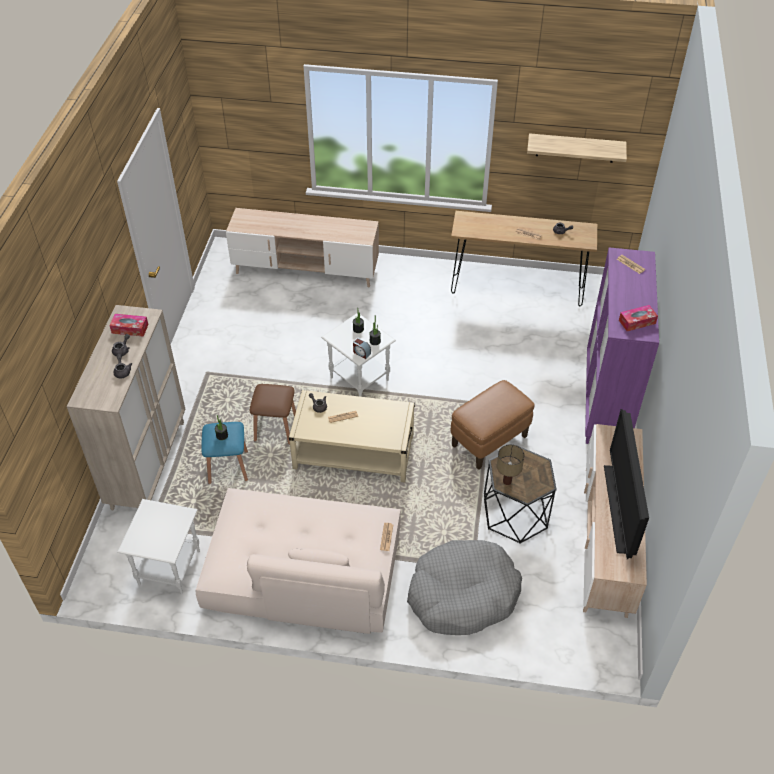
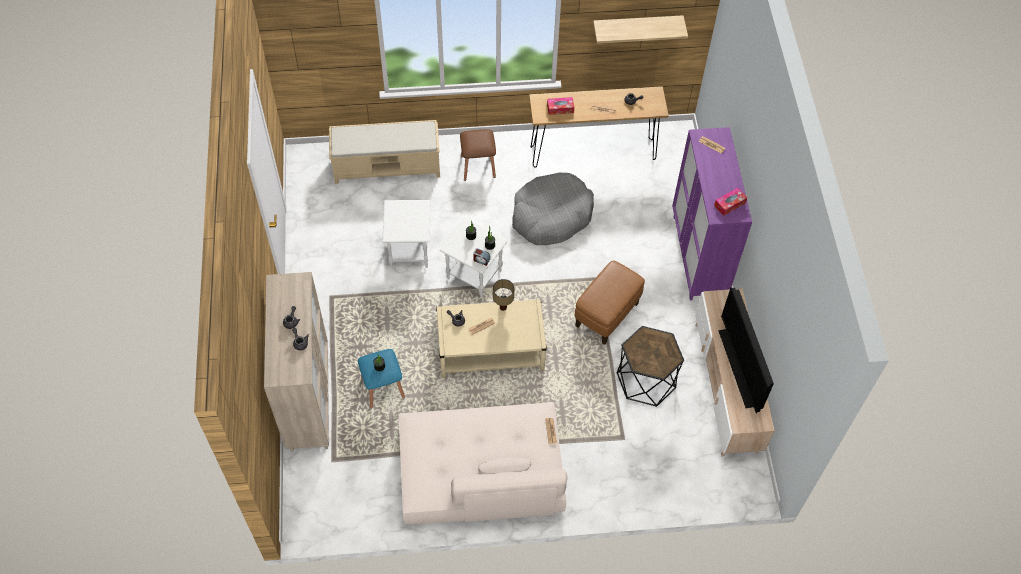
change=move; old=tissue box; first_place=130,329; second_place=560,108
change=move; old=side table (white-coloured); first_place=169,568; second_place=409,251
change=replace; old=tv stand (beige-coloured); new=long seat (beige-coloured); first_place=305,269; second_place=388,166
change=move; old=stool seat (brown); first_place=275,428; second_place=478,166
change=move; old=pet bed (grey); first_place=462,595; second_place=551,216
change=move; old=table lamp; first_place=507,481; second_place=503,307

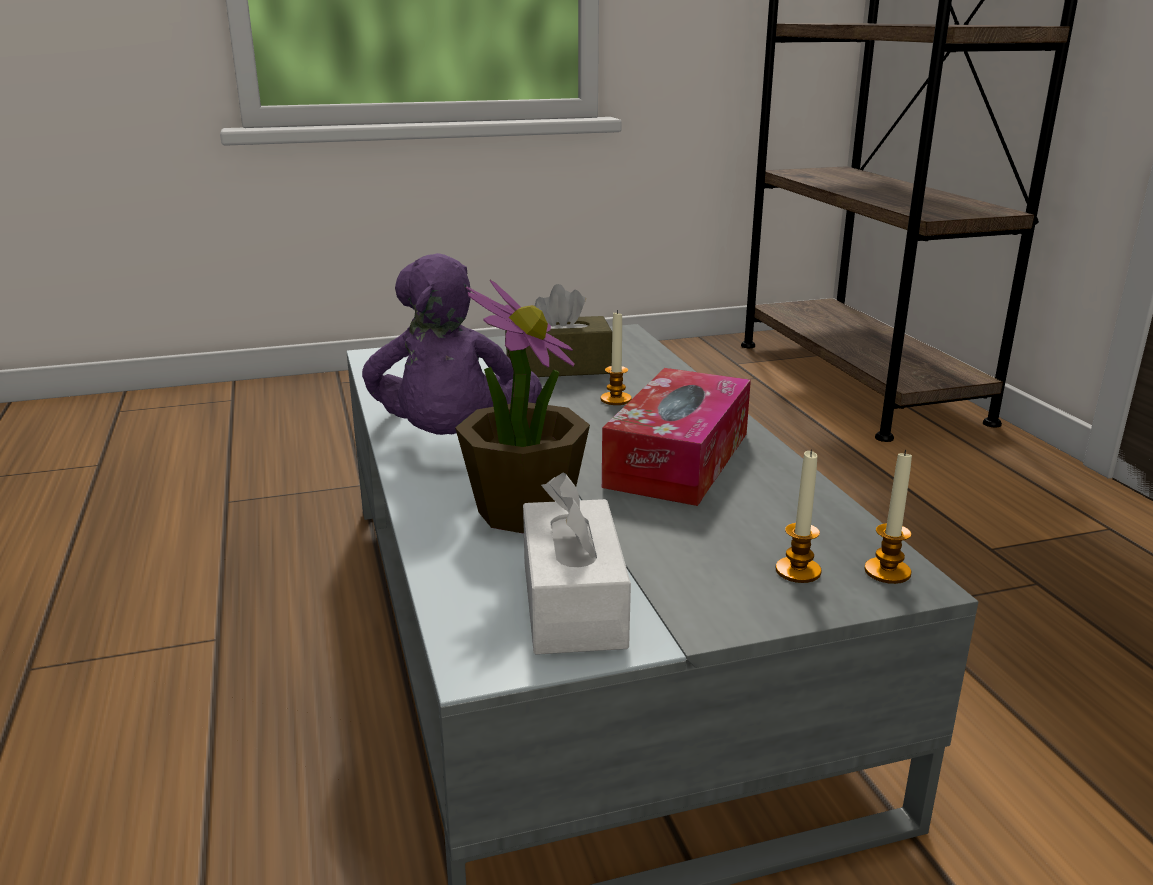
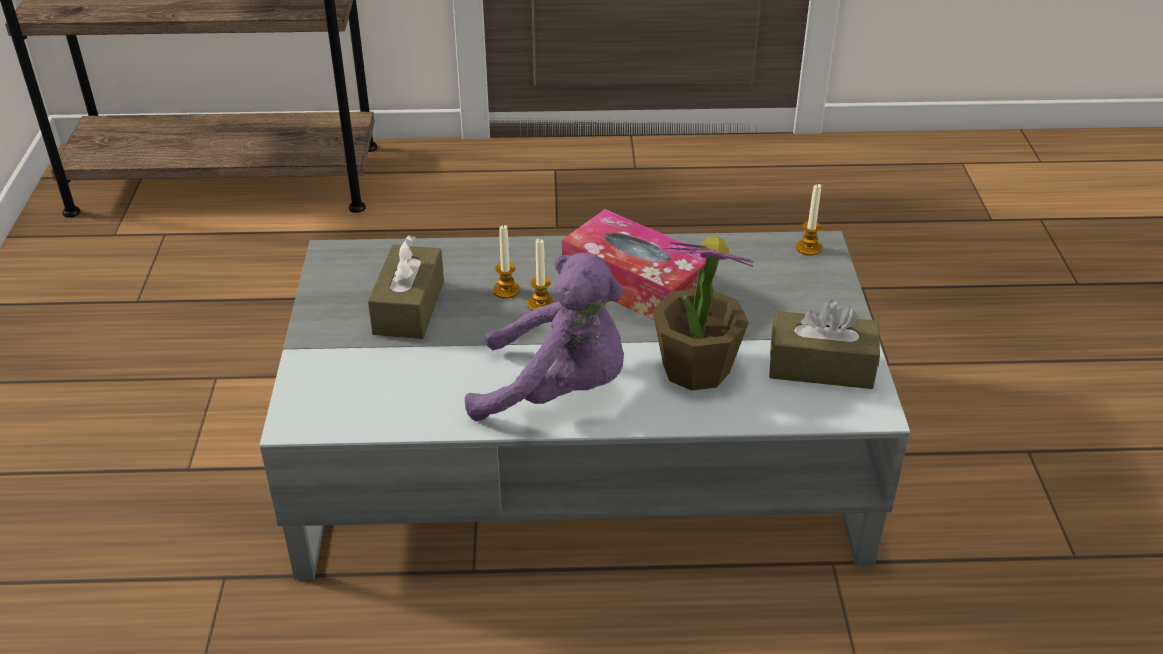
change=recolor; old=tissue box (white-coloured); new=tissue box (brown); first_place=573,603; second_place=821,366
change=move; old=wax light; first_place=798,571; second_place=541,305

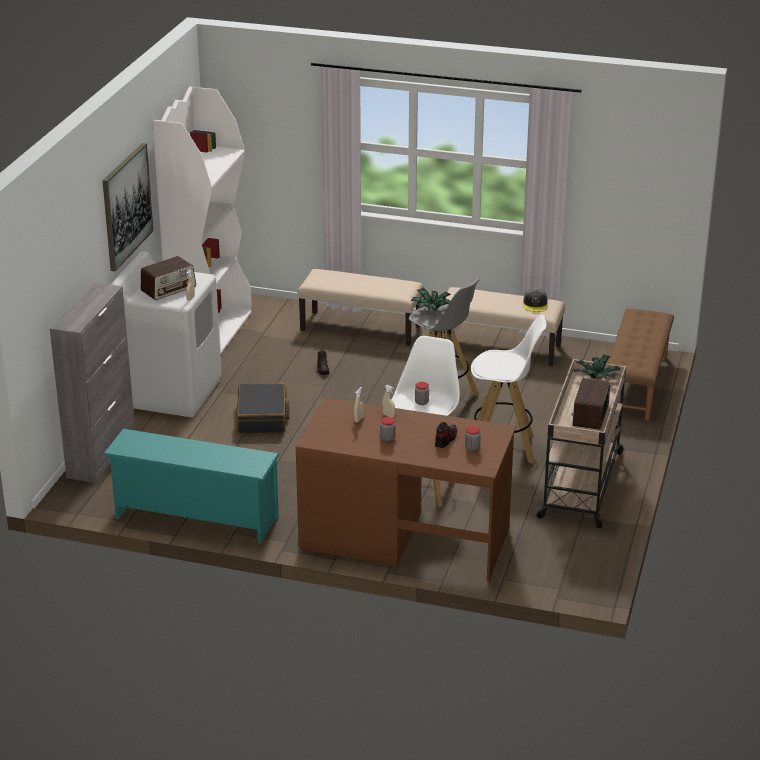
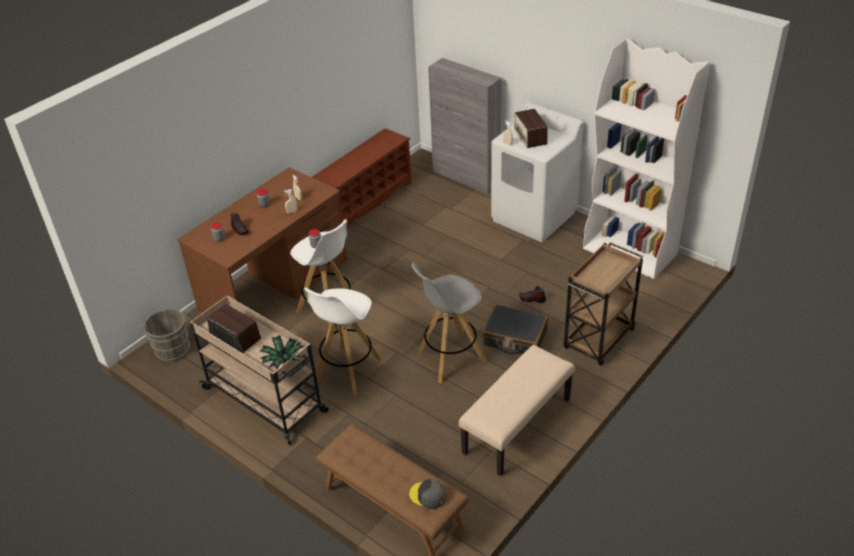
change=delete; old=wall art; first_place=126,206
change=recolor; old=shoe rack (turquoise-coloured); new=shoe rack (brown); first_place=194,518; second_place=365,202
change=move; old=travel case (black-coloured); first_place=262,418; second_place=514,338
change=replace; old=long seat (beige-coloured); new=cart (brown); first_place=361,328; second_place=598,340
change=delete; old=houseplant; first_place=432,310
change=move; old=baseball cap (grey); first_place=535,304; second_place=428,496
change=insert; new=water bucket (grey); second_place=172,348

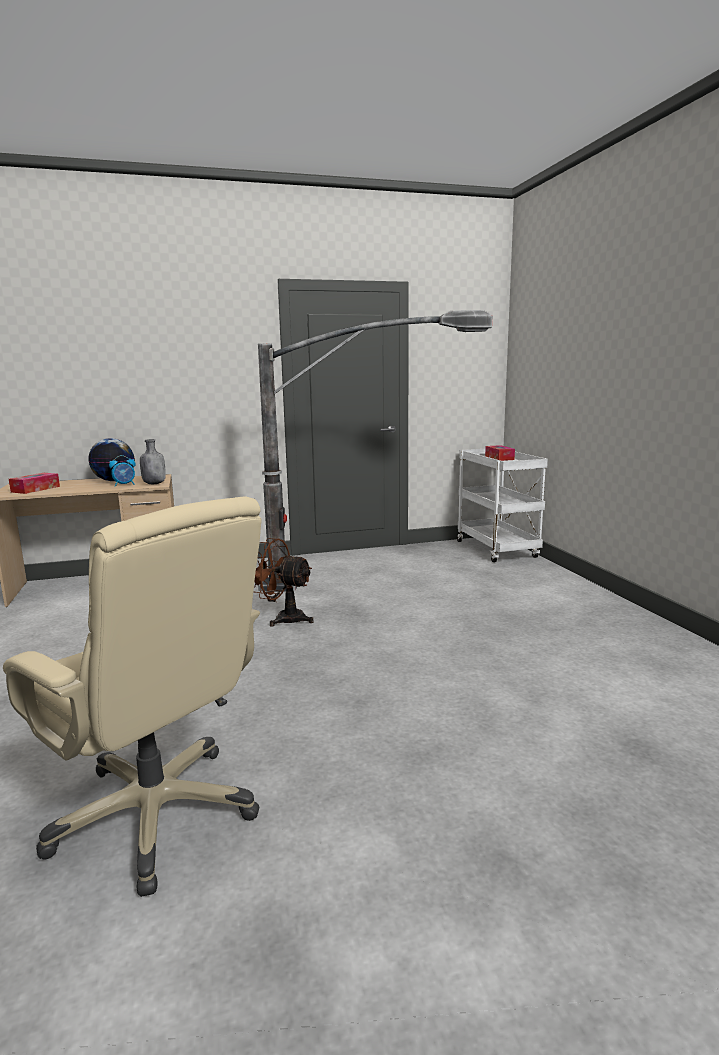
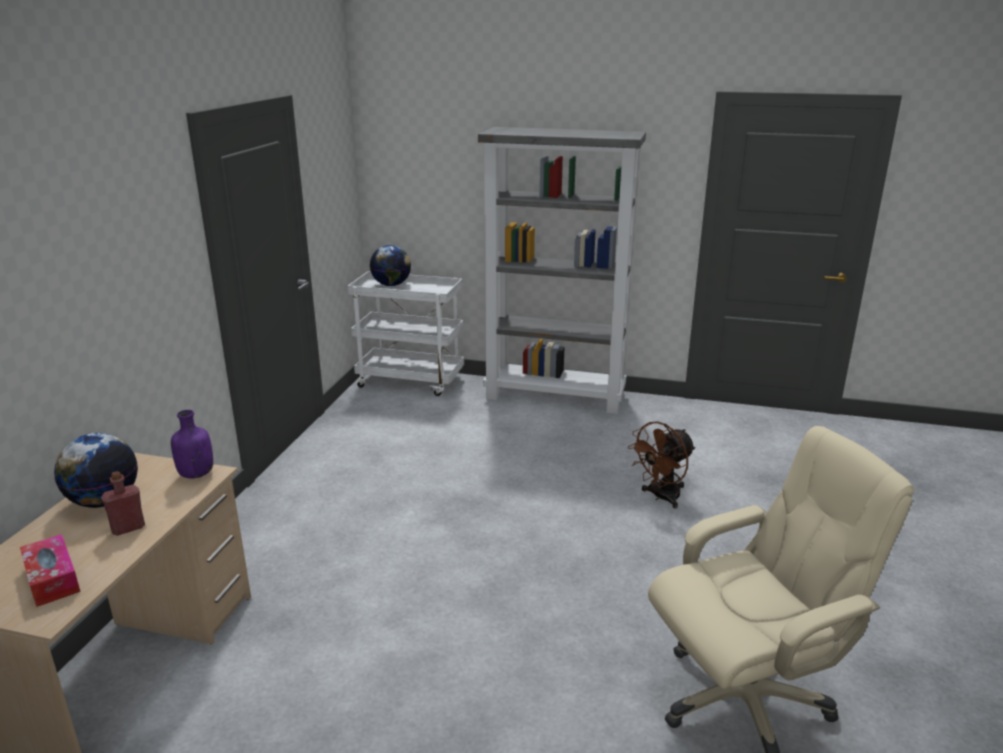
change=delete; old=alarm clock; first_place=124,485
change=recolor; old=bottle (grey); new=bottle (purple-coloured); first_place=154,483; second_place=196,474
change=move; old=electric fan (brown); first_place=283,618; second_place=661,497
change=delete; old=floor lamp; first_place=369,587
change=replace; old=tissue box; new=globe; first_place=499,458; second_place=391,285
change=insert; new=bottle (red); second_place=128,528
change=insert; new=shelving unit (grey); second_place=556,396

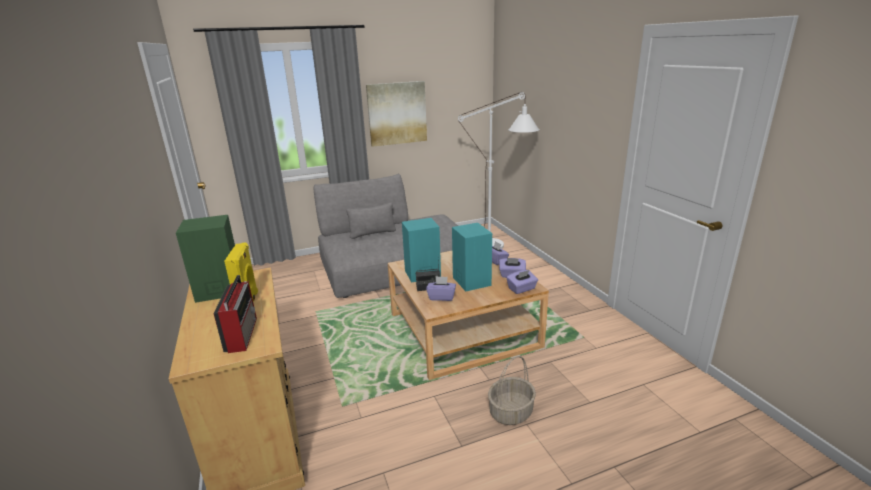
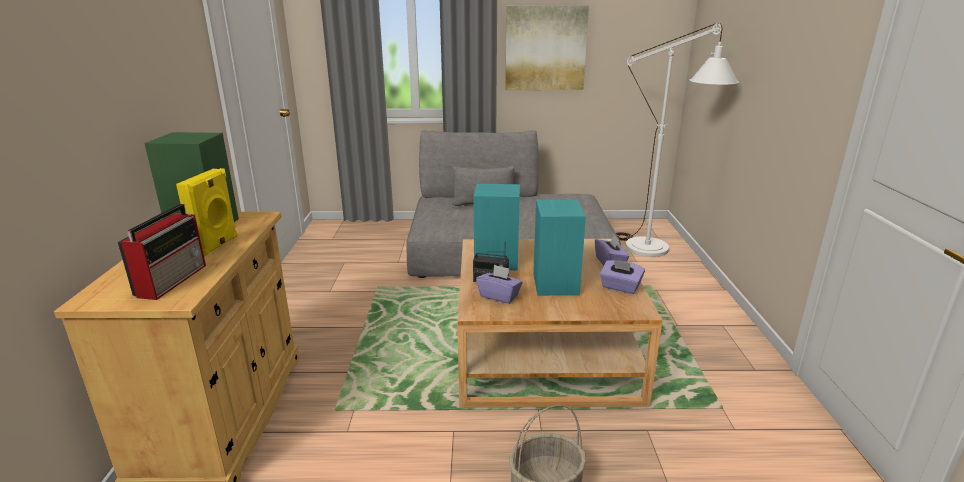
change=delete; old=tissue box (purple-coloured); first_place=522,289

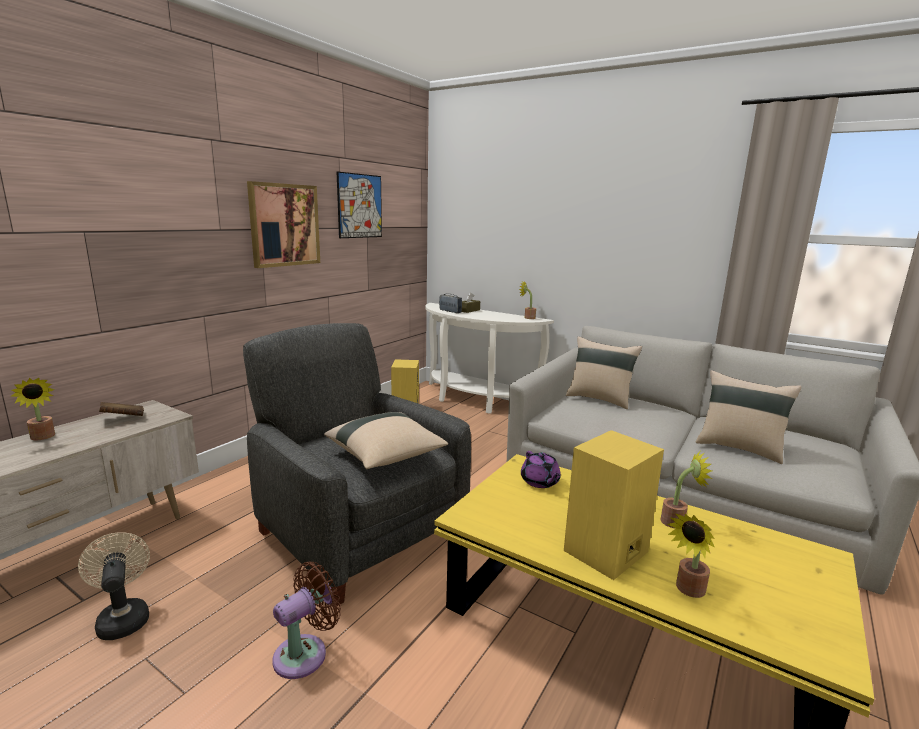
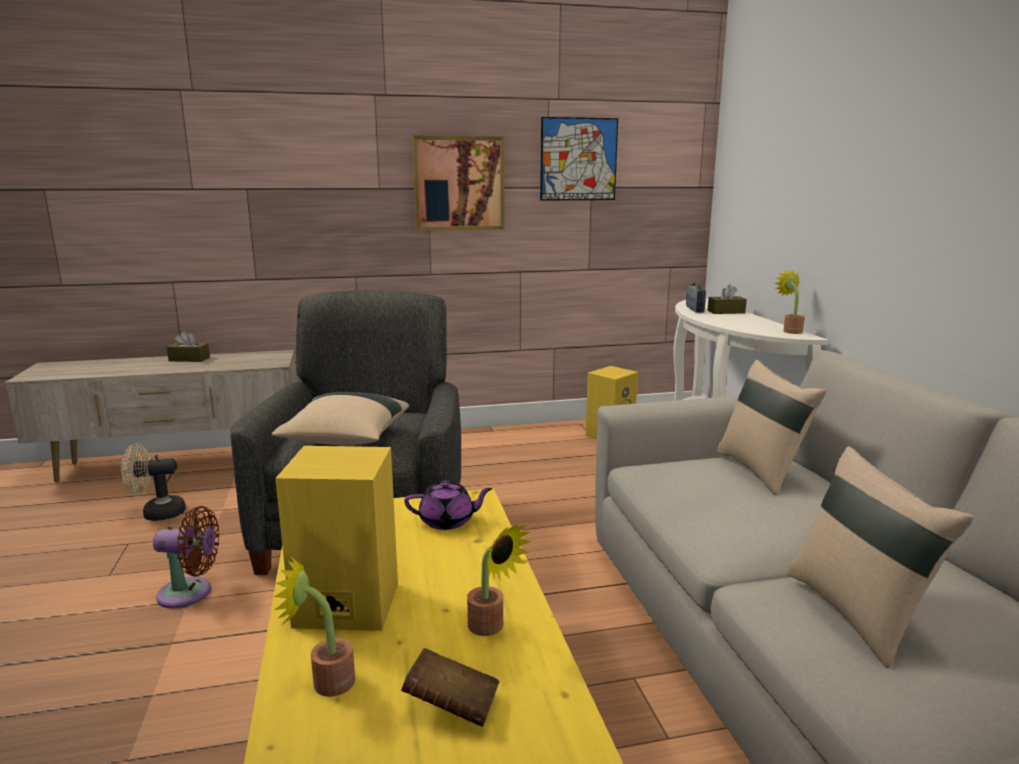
change=replace; old=houseplant; new=tissue box (brown); first_place=43,437; second_place=189,359
change=rotate; old=electric fan (beige-coloured); first_place=123,617; second_place=157,513; degrees=-120
change=move; old=volume (brown); first_place=123,418; second_place=452,706
change=rotate; old=pot for tea (purple-coloured); first_place=540,482; second_place=448,521; degrees=-120

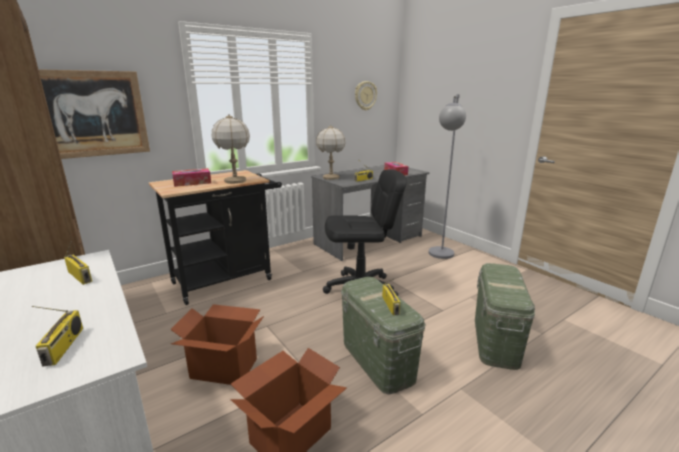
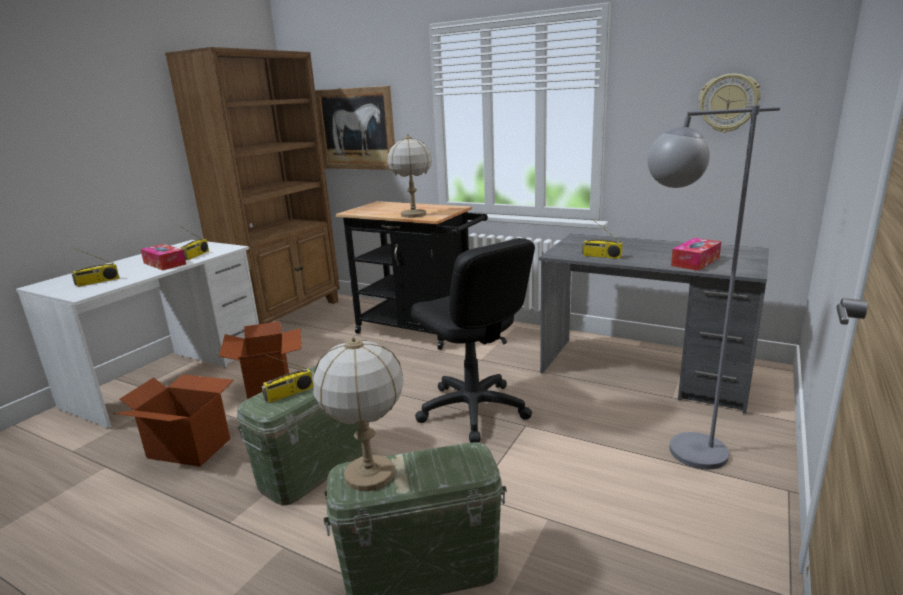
change=move; old=tissue box; first_place=192,183; second_place=164,263
change=move; old=table lamp; first_place=331,177; second_place=369,475

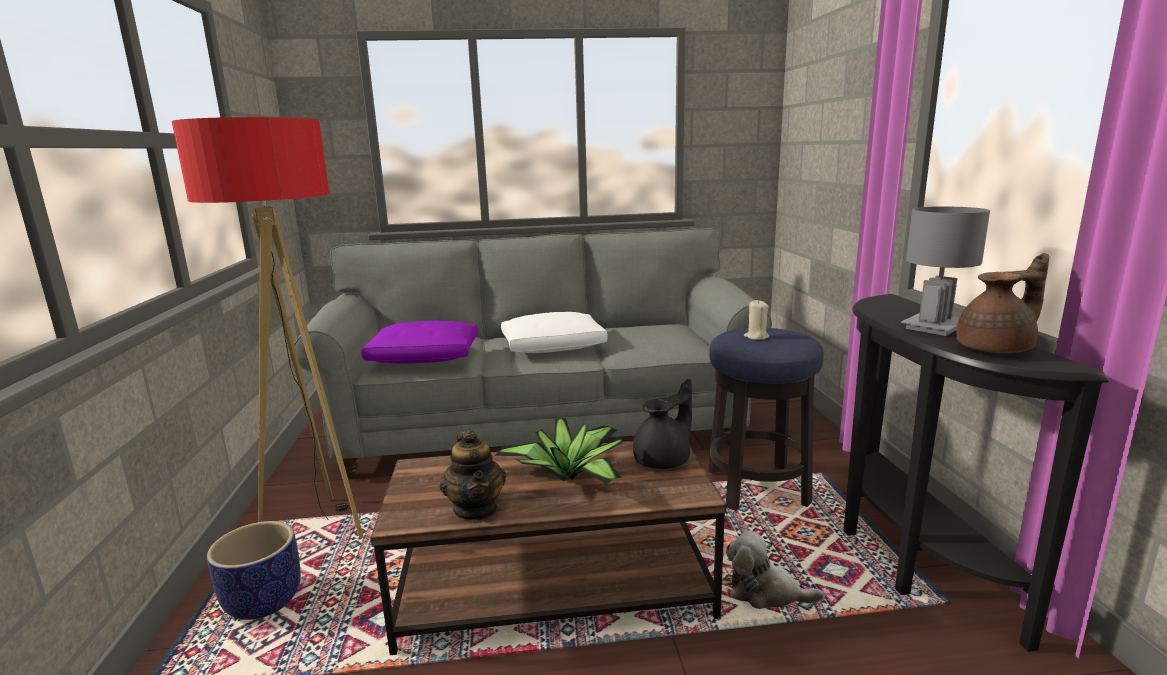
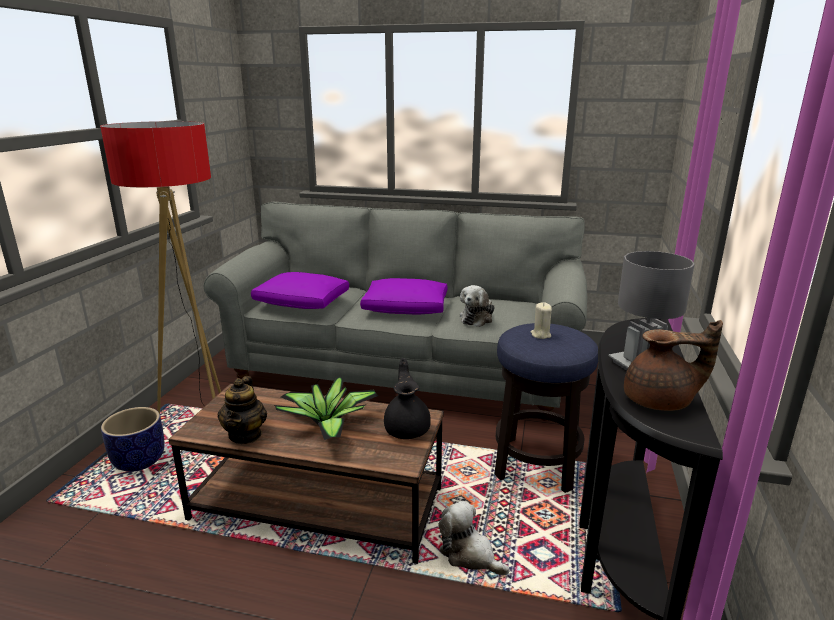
change=recolor; old=throw pillow (white-coloured); new=throw pillow (purple-coloured); first_place=554,347; second_place=406,308
change=rotate; old=pot for tea (black-coloured); first_place=664,460; second_place=407,428; degrees=-75
change=insert; new=plush toy; second_place=477,318

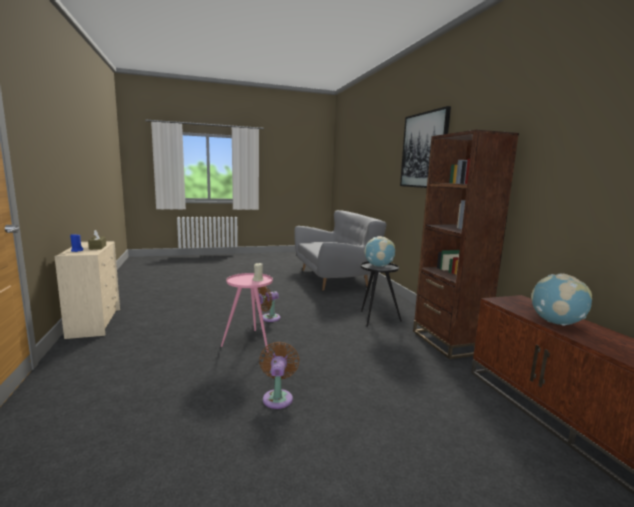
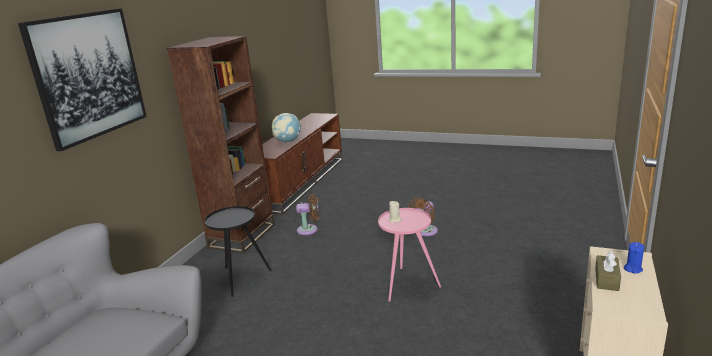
change=move; old=electric fan (brown); first_place=268,318; second_place=309,230
change=delete; old=globe; first_place=378,266

